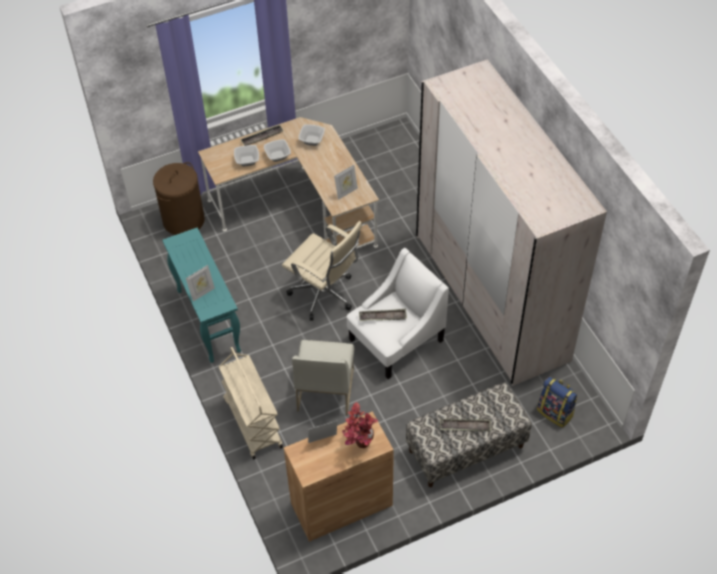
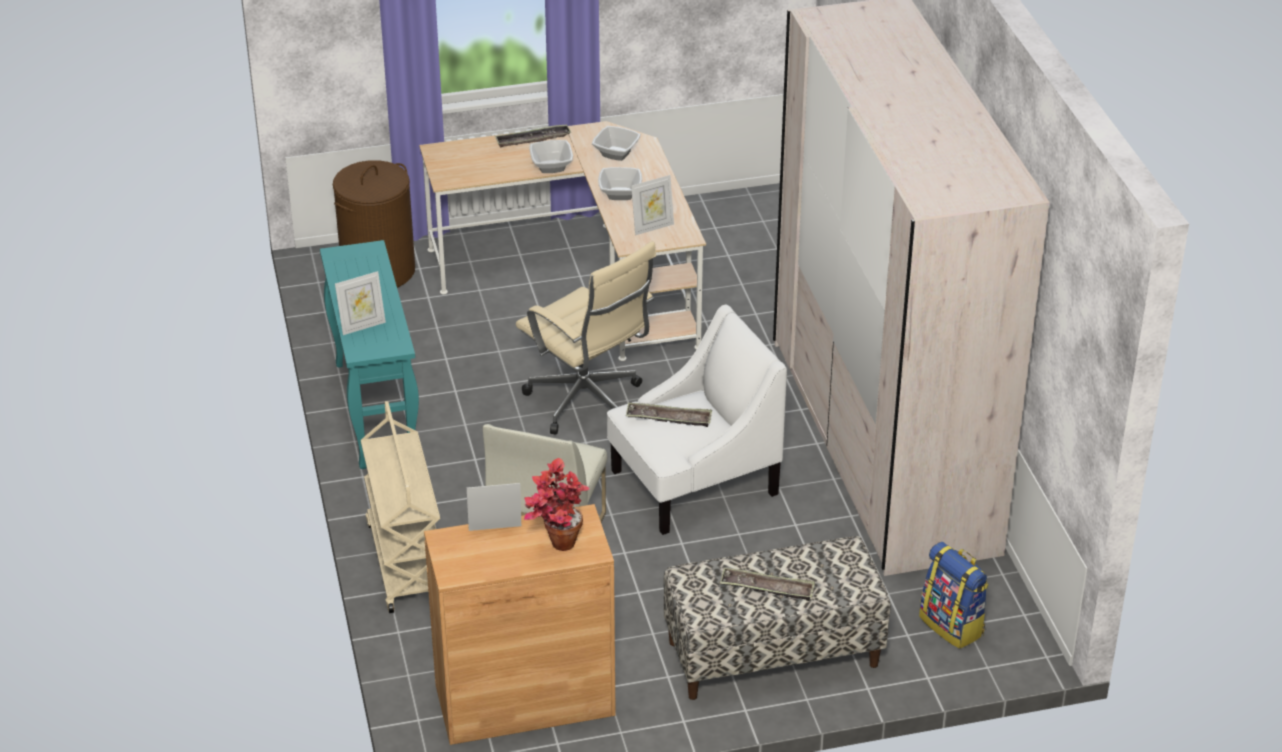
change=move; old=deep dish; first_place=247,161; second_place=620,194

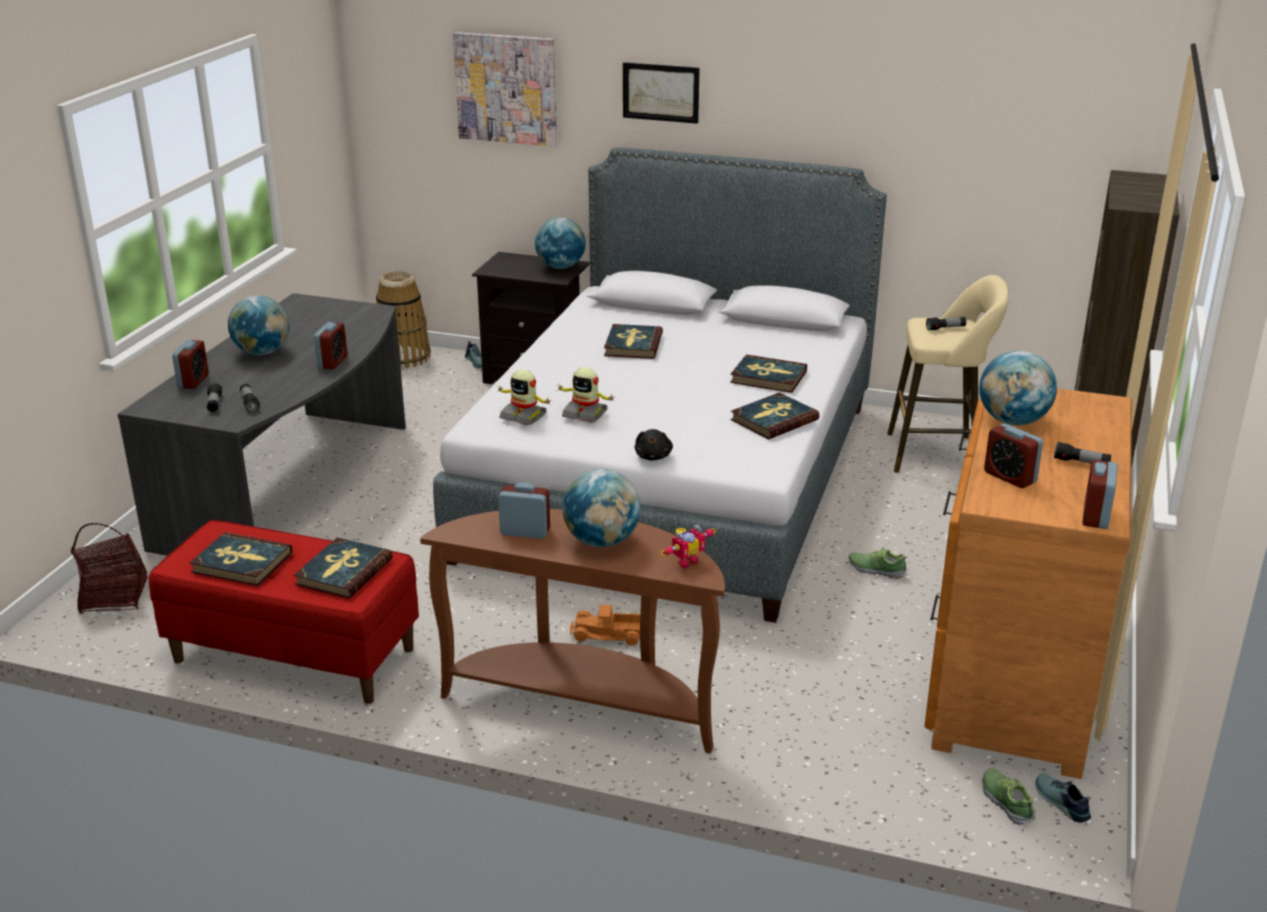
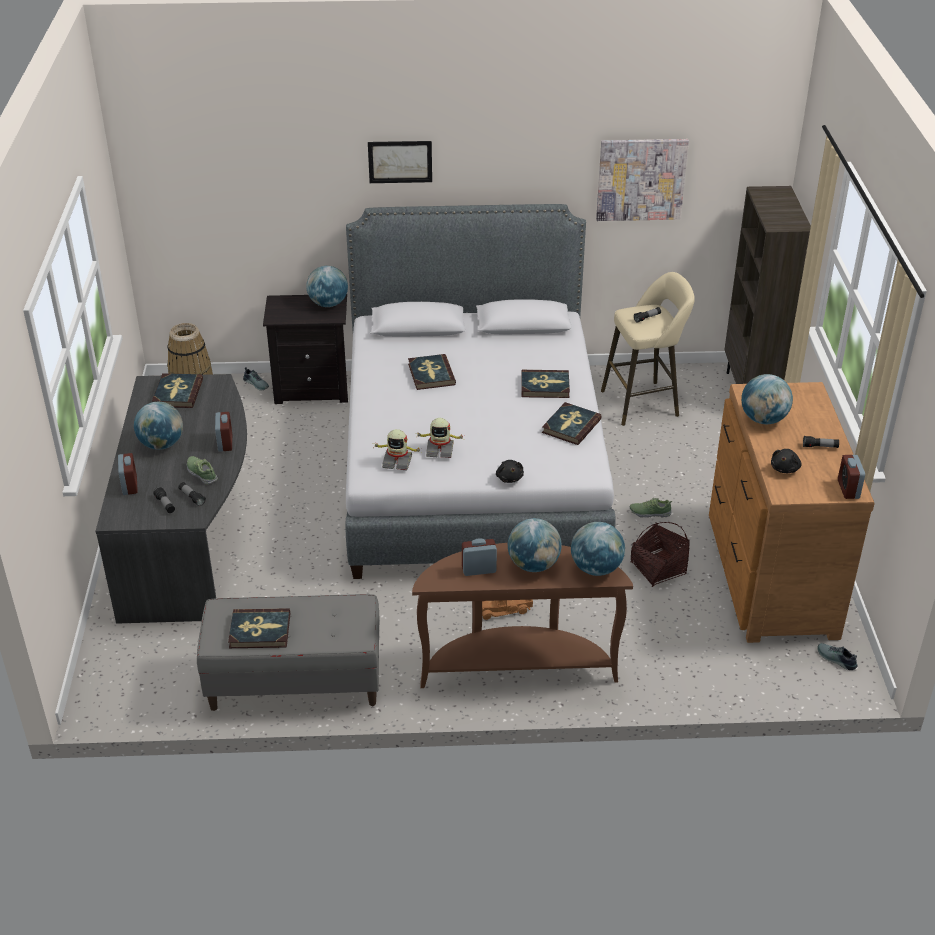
change=move; old=storage basket; first_place=114,596; second_place=657,568
change=recolor; old=long seat (red); new=long seat (grey); first_place=293,655; second_place=294,682
change=move; old=volume; first_place=343,572; second_place=177,393
change=move; old=wall art; first_place=506,89; second_place=641,179
change=replace; old=toy robot; new=globe; first_place=685,561; second_place=596,568
change=move; old=item of footwear; first_place=1006,802; second_place=202,473
change=replace; old=alarm clock; new=plush toy (black-coloured); first_place=1010,477; second_place=785,468

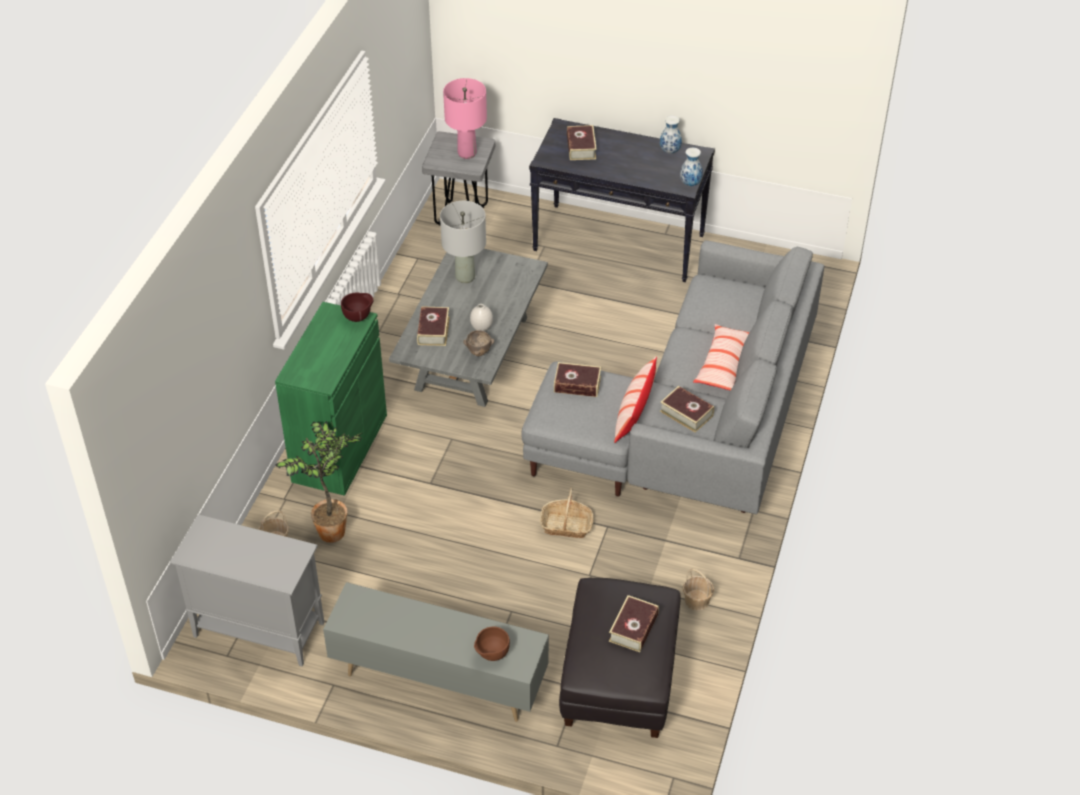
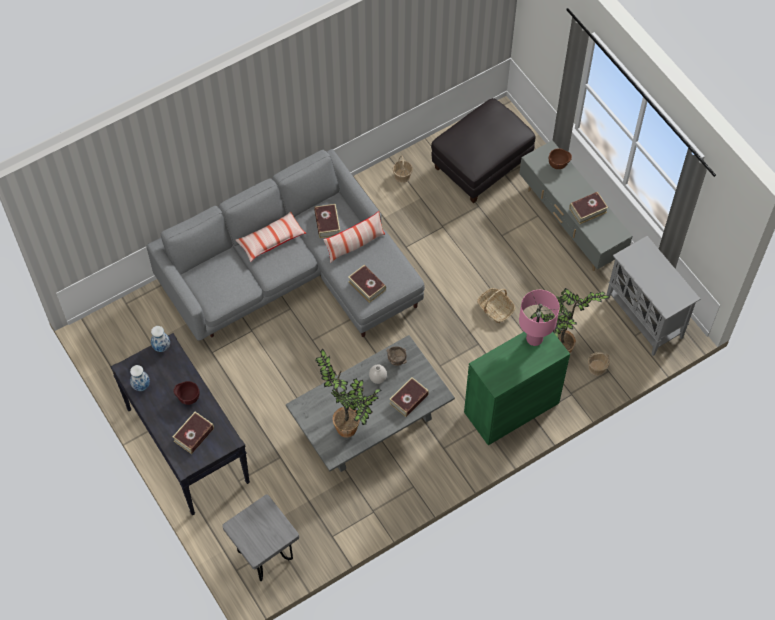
change=move; old=deep dish (brown); first_place=358,317; second_place=188,398
change=replace; old=table lamp (grey); new=houseplant; first_place=465,277; second_place=349,430
change=move; old=table lamp (pink); first_place=466,153; second_place=534,339
change=move; old=storage basket; first_place=566,525; second_place=495,309
change=move; old=volume; first_place=633,628; second_place=588,210

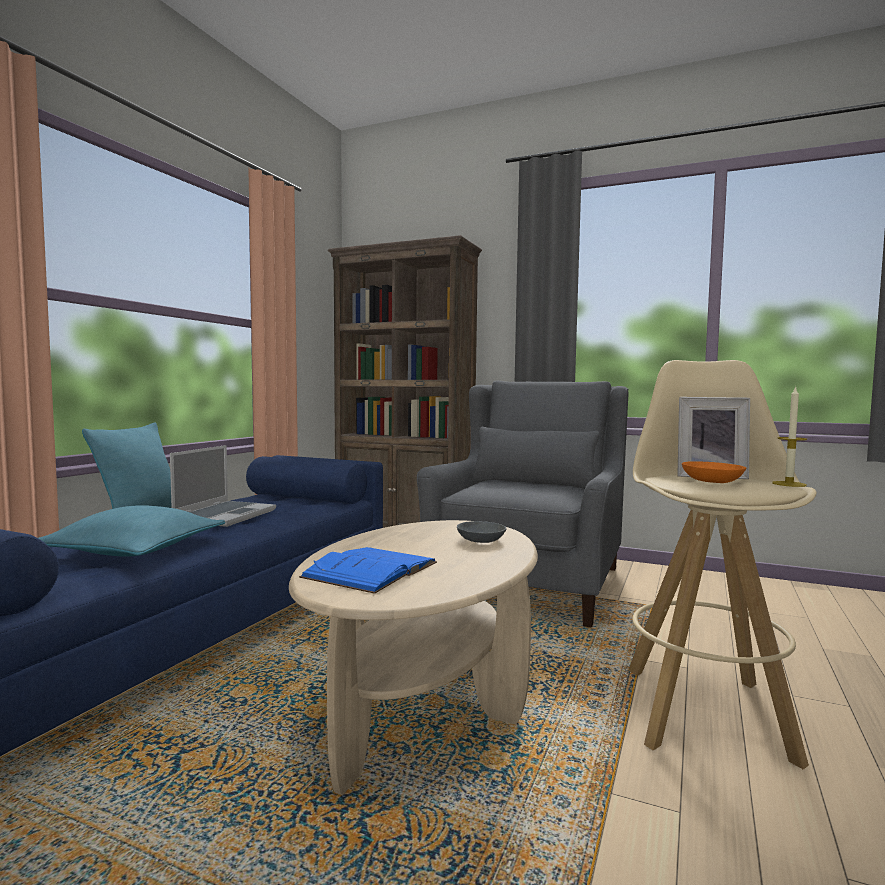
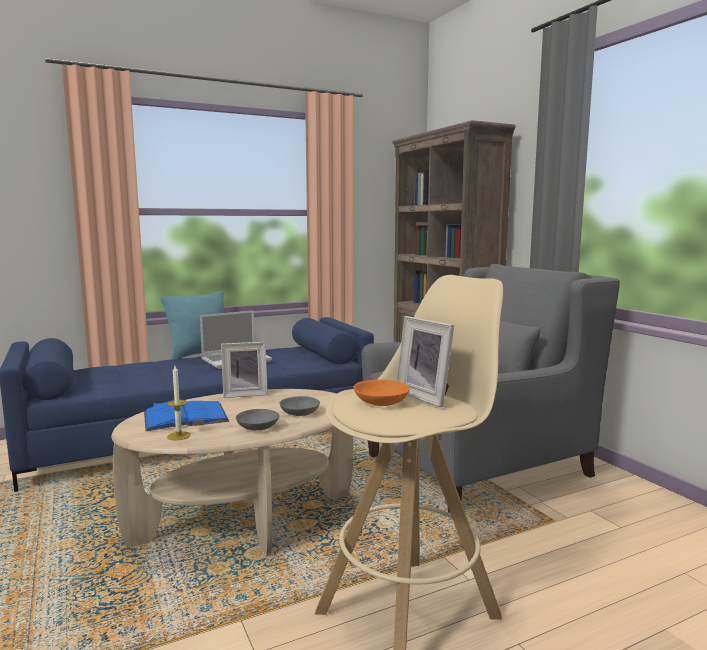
change=delete; old=throw pillow (turquoise-coloured); first_place=135,551
change=move; old=wax light; first_place=789,484; second_place=179,436
change=insert; new=standing frame; second_place=245,394
change=insert; new=deep dish (grey); second_place=258,427

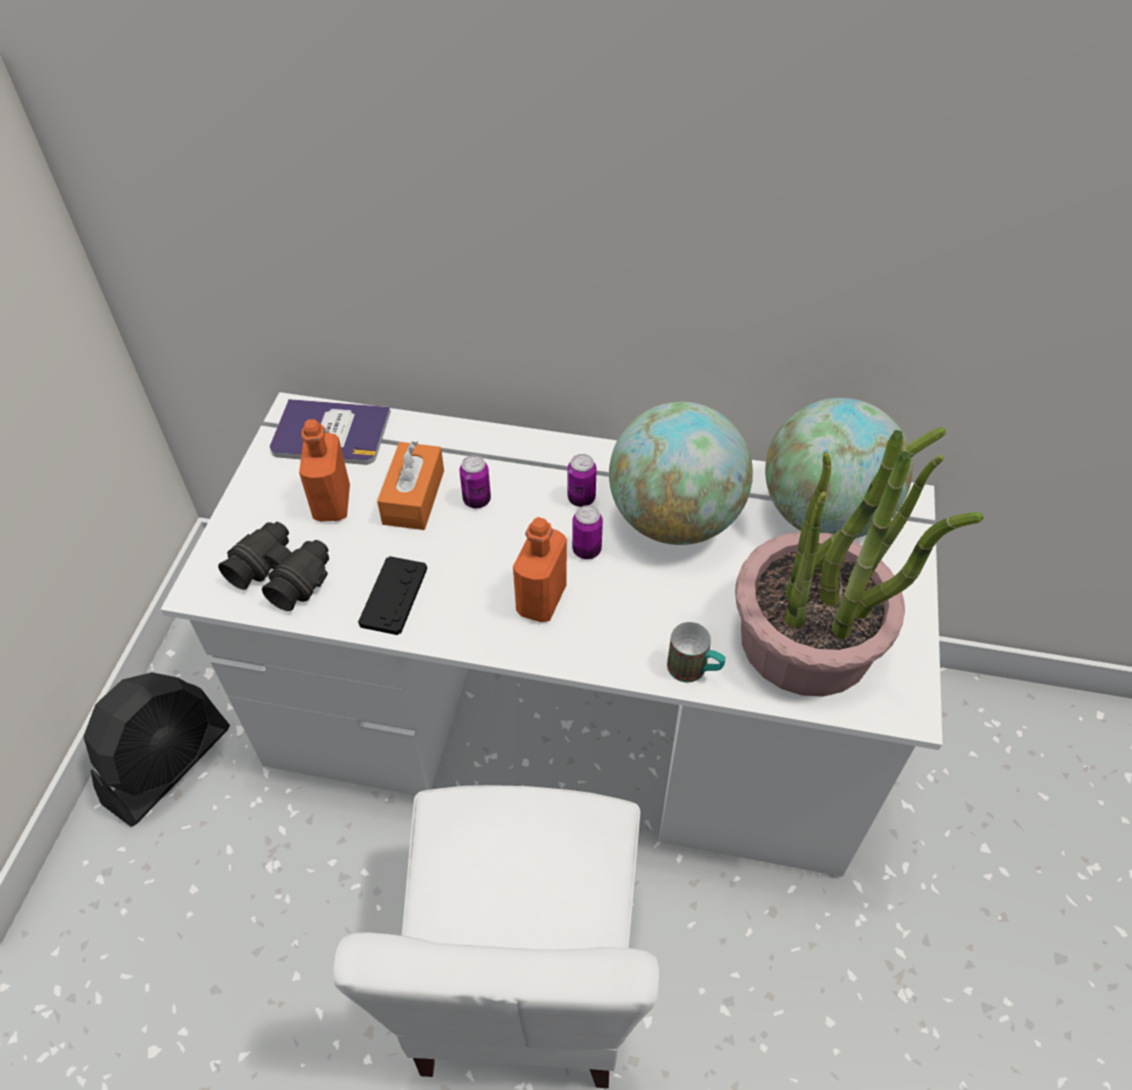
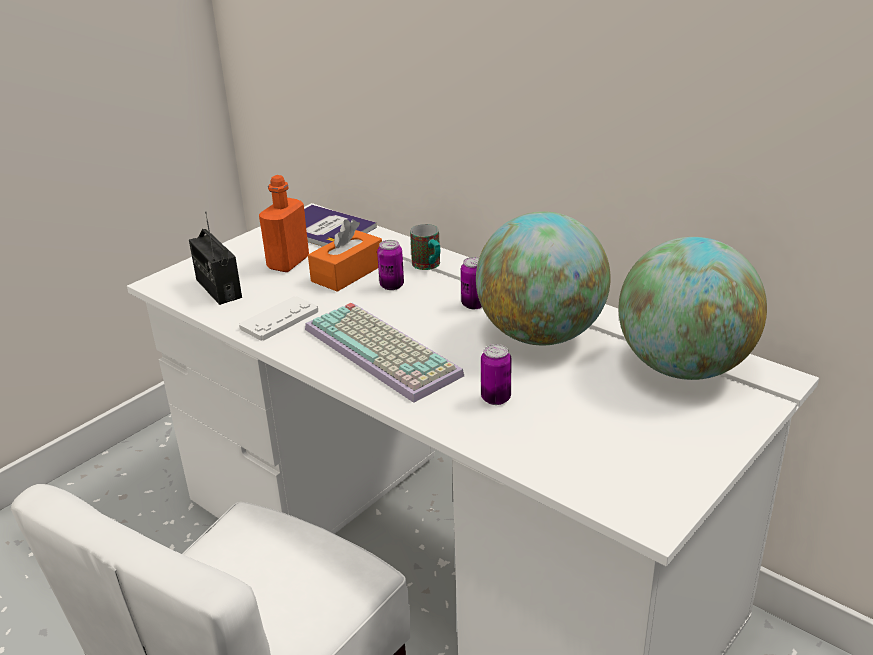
change=delete; old=electric fan (black-coloured); first_place=169,765
change=replace; old=binoculars (black-coloured); new=radio receiver; first_place=282,574; second_place=218,288
change=recolor; old=game controller (black-coloured); new=game controller (white-coloured); first_place=394,596; second_place=279,320
change=replace; old=bottle (orangey); new=PC keyboard; first_place=541,600; second_place=385,351
change=move; old=sealed can; first_place=586,550; second_place=496,398
change=move; old=mug; first_place=694,670; second_place=429,266
change=delete; old=houseplant; first_place=808,640

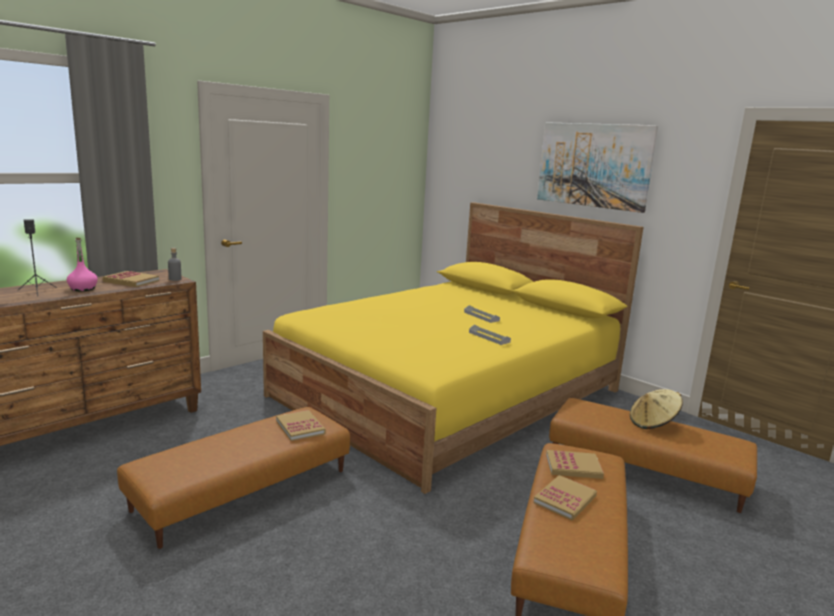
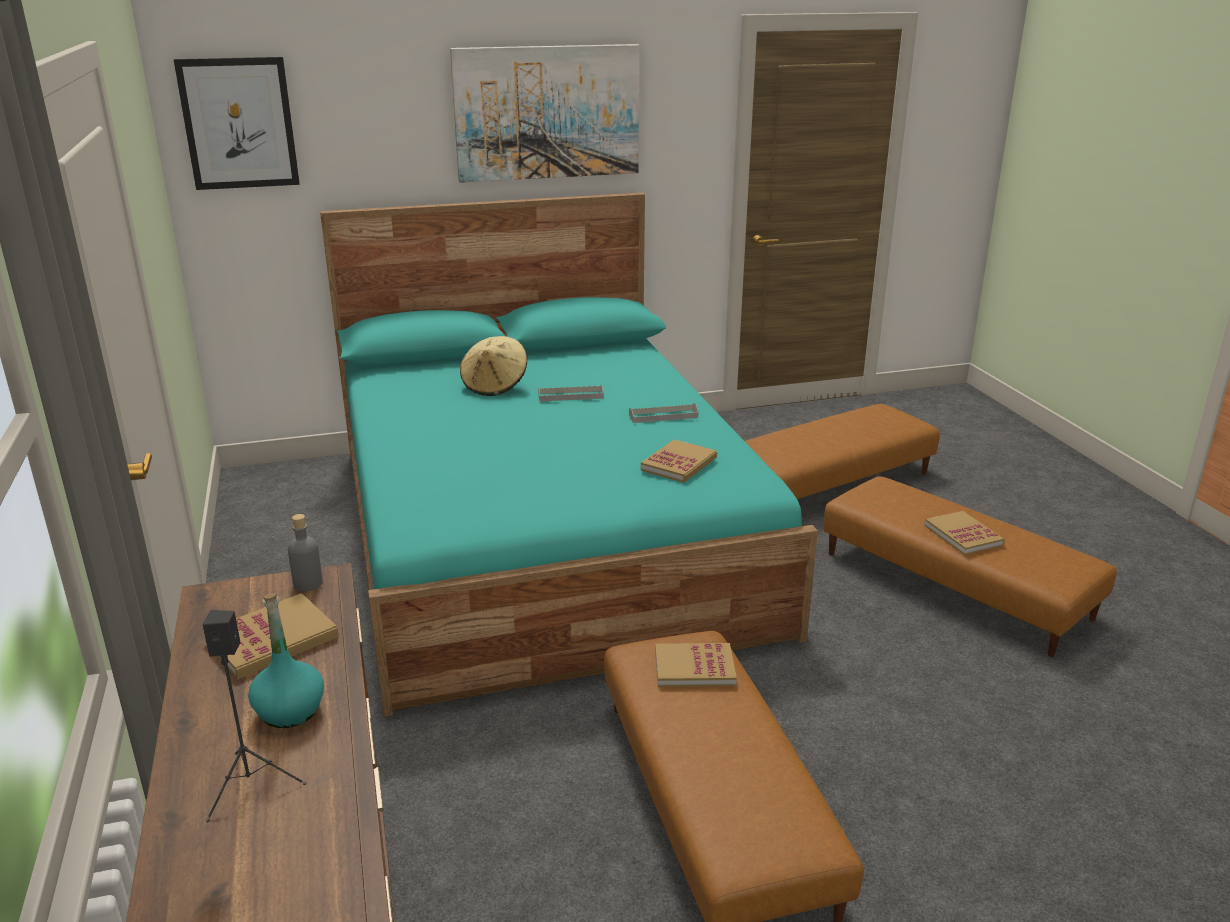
change=recolor; old=bottle (pink); new=bottle (turquoise-coloured); first_place=83,289; second_place=289,711
change=recolor; old=bed (yellow); new=bed (turquoise-coloured); first_place=450,393; second_place=543,533
change=move; old=volume; first_place=573,467; second_place=679,464
change=move; old=clothing hat (beige-coloured); first_place=653,423; second_place=495,386
change=insert; new=wall art; second_place=239,123

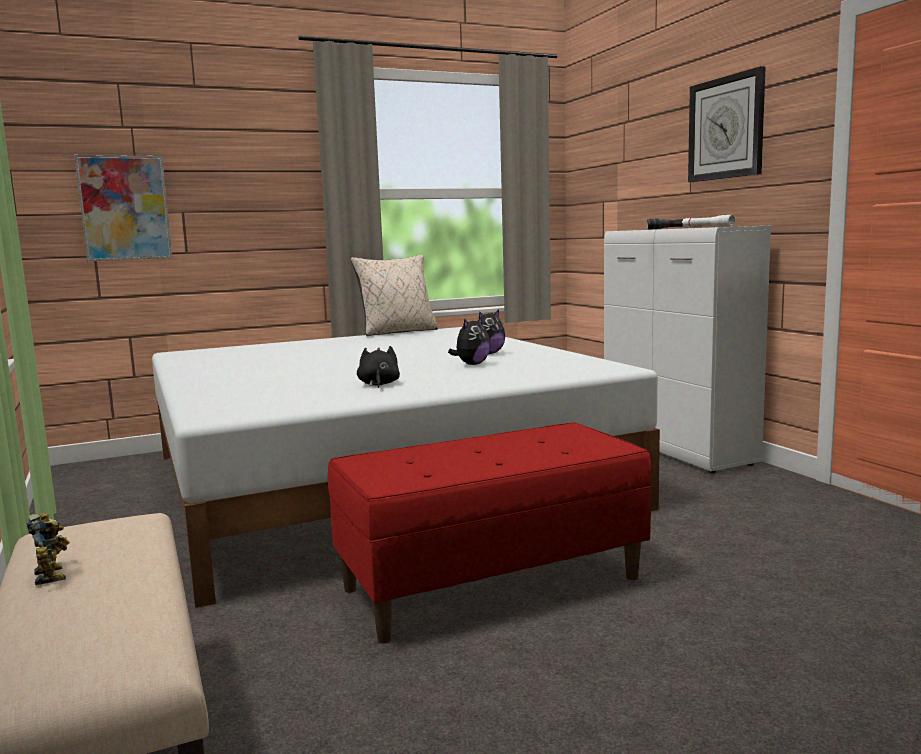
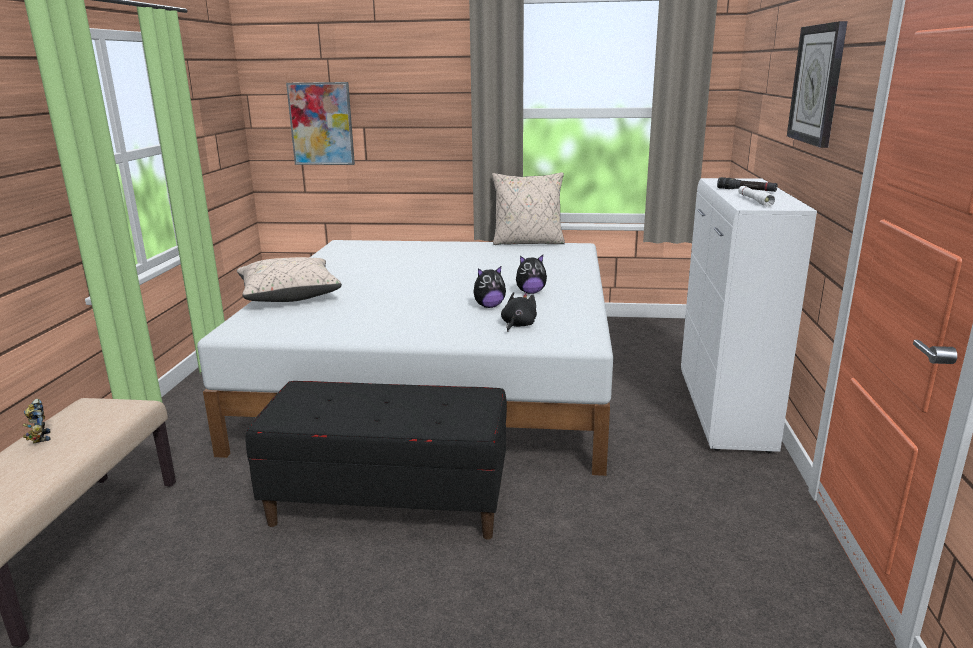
change=rotate; old=toy robot; first_place=53,574; second_place=39,438; degrees=150
change=recolor; old=long seat (red); new=long seat (black-coloured); first_place=491,583; second_place=389,503
change=move; old=plush toy (black-coloured); first_place=378,384; second_place=518,325
change=insert; new=throw pillow (beige-coloured); second_place=289,295

